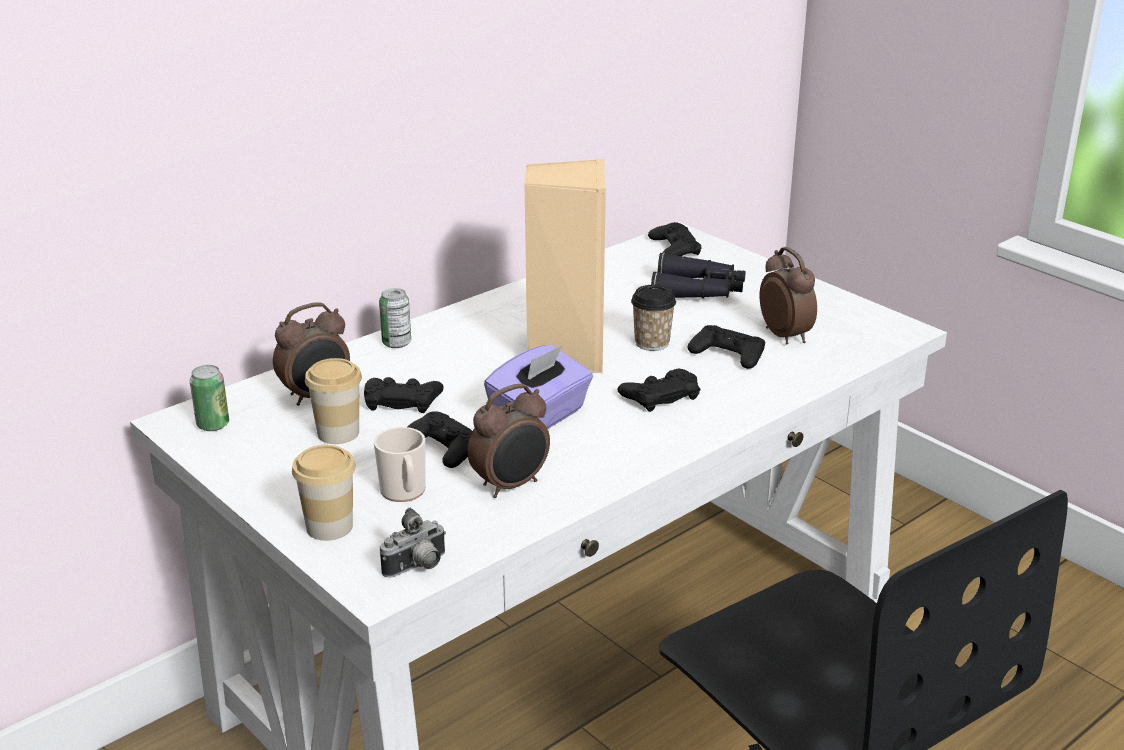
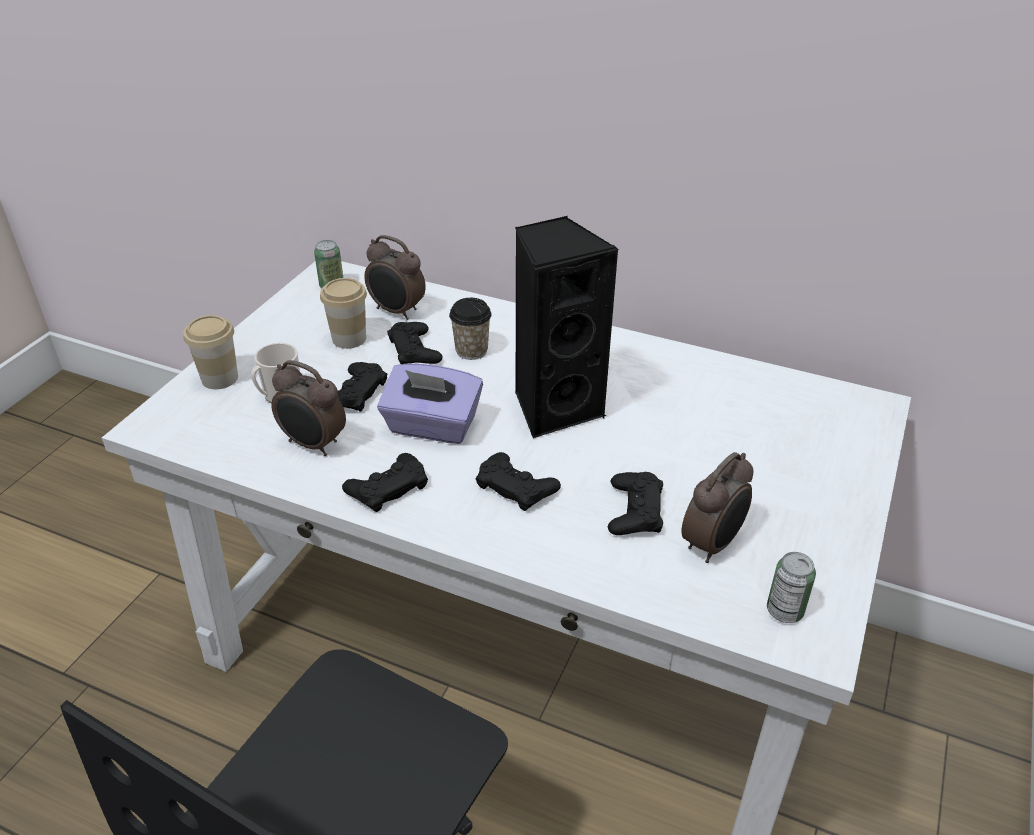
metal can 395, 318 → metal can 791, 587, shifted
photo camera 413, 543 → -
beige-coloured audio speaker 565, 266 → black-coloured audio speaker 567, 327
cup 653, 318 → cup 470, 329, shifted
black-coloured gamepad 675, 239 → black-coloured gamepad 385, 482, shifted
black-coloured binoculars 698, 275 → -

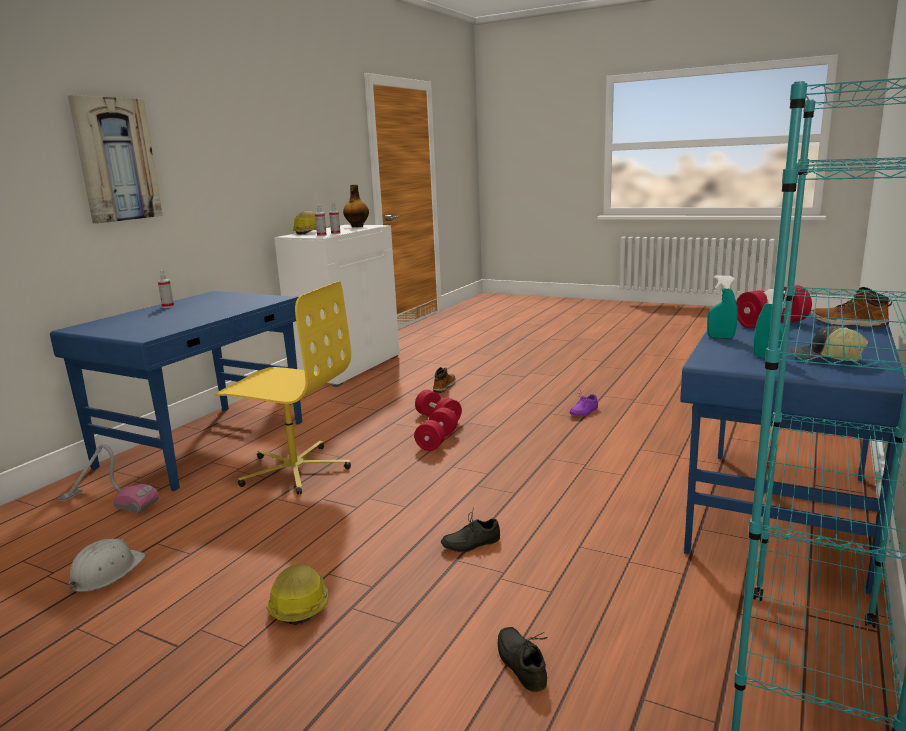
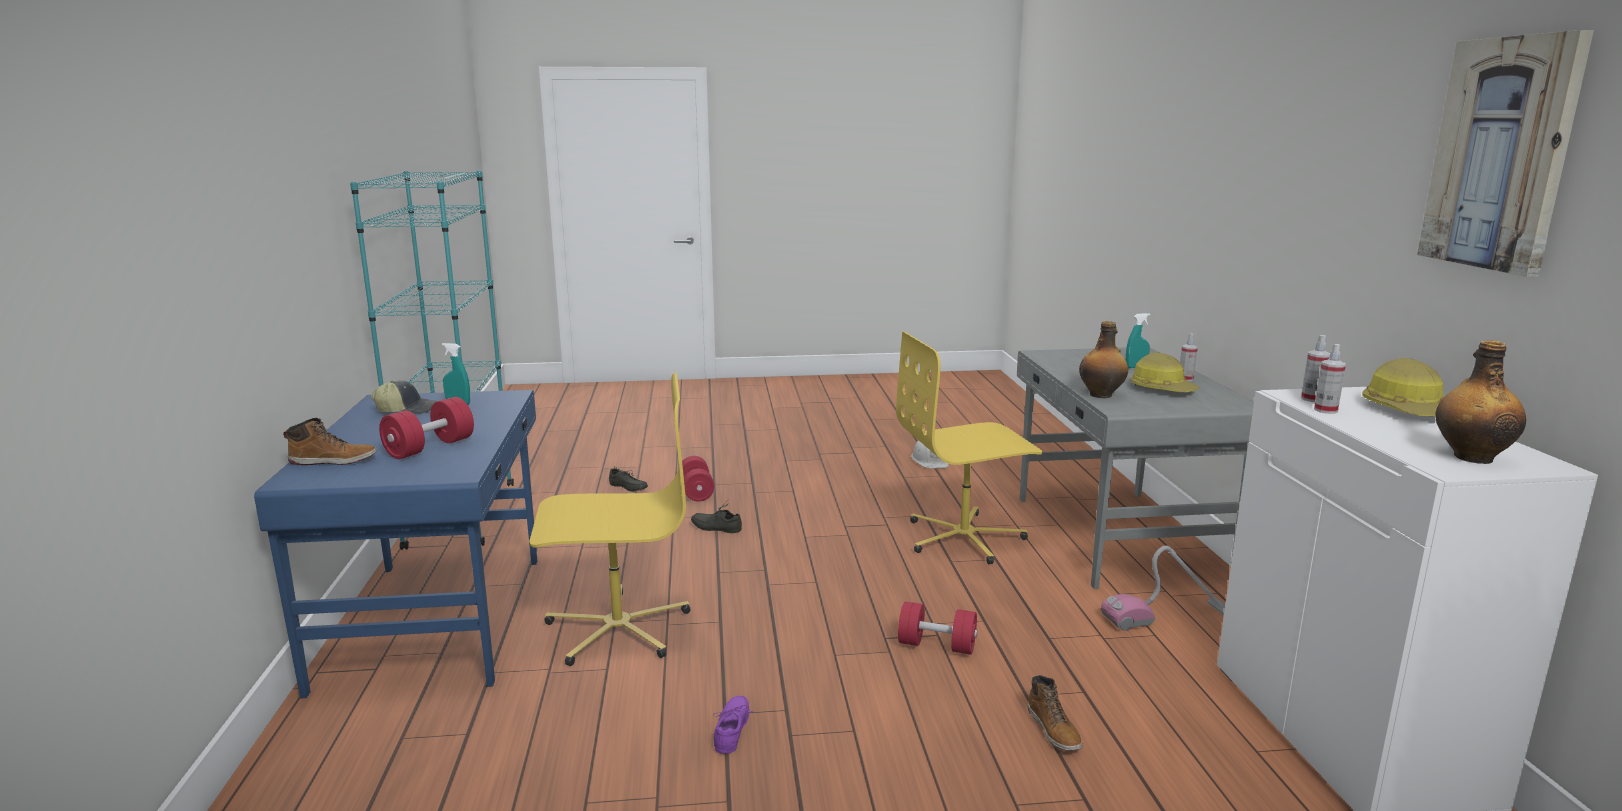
blue-coloured desk table 176, 391 → grey desk table 1135, 468
vacuum 108, 479 → vacuum 1163, 588, shifted
picture 115, 159 → picture 1505, 153, shifted
hard hat 297, 595 → hard hat 1165, 372, shifted
red-coloured hand weight 436, 429 → red-coloured hand weight 698, 478, shifted
grey item of footwear 470, 532 → grey item of footwear 716, 516, 105 degrees counterclockwise
turquoise-coloured spray bottle 722, 307 → turquoise-coloured spray bottle 1138, 340, shifted
- → yellow-coloured office chair 610, 519
- → beverage bottle 1103, 359

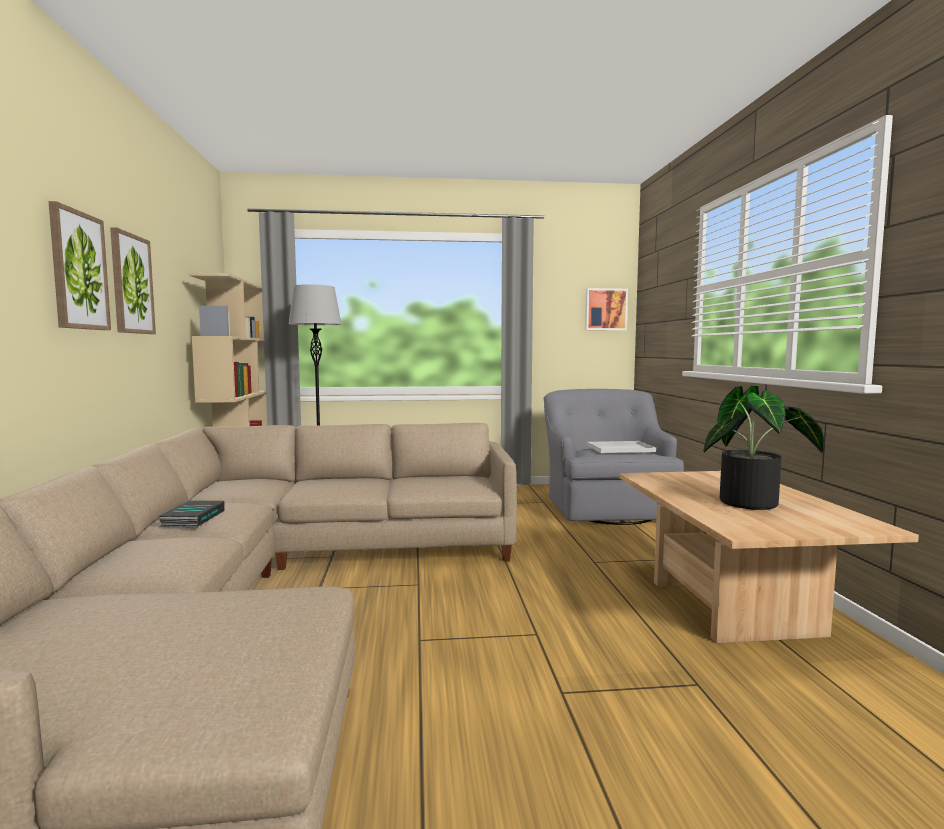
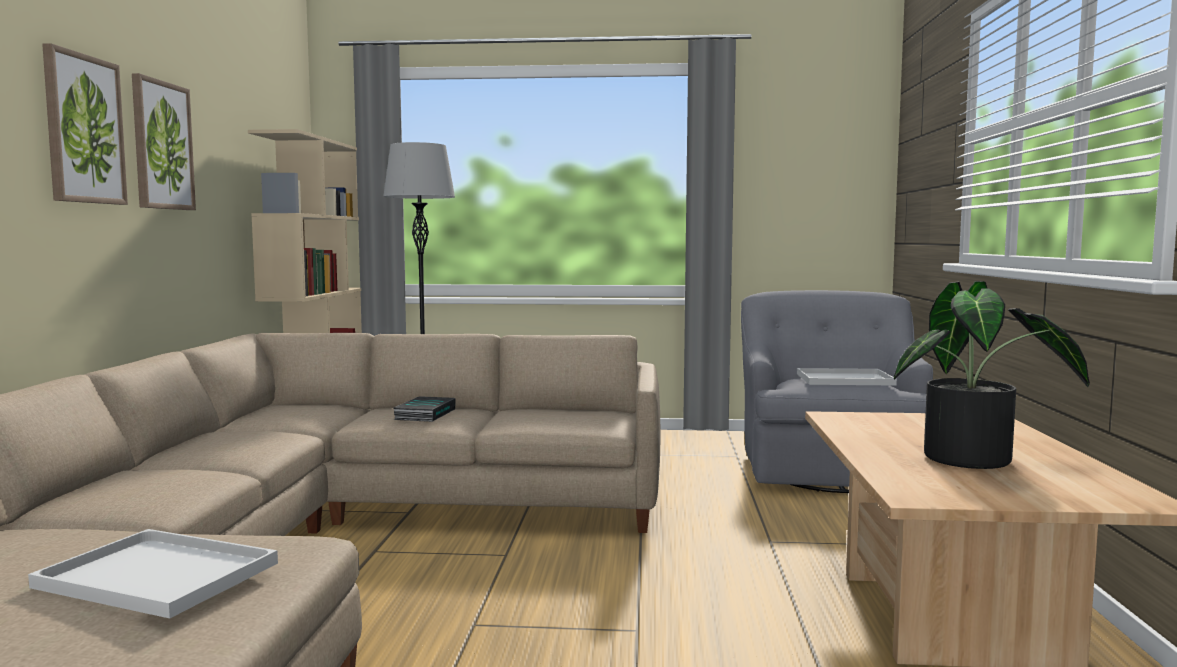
book 191, 513 → book 424, 409, shifted
picture 606, 309 → -
- → whitish carrying tray 153, 573

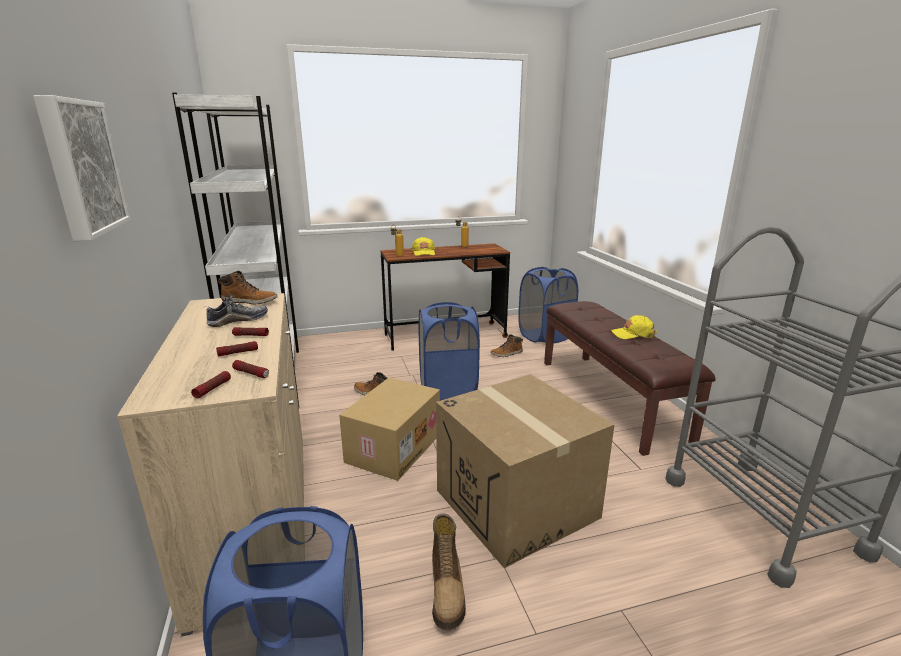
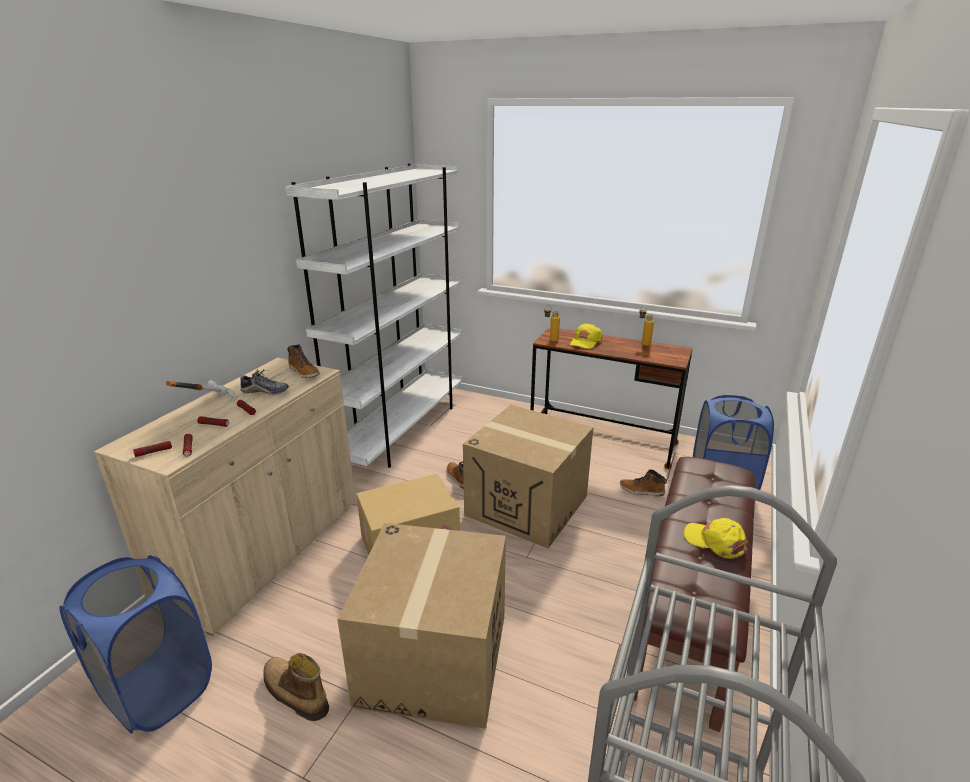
picture 82, 168 → -
blue-coloured washing basket 449, 351 → cardboard box 528, 477
tall boot 449, 571 → tall boot 296, 687, 90 degrees clockwise
- → tool hammer 200, 389

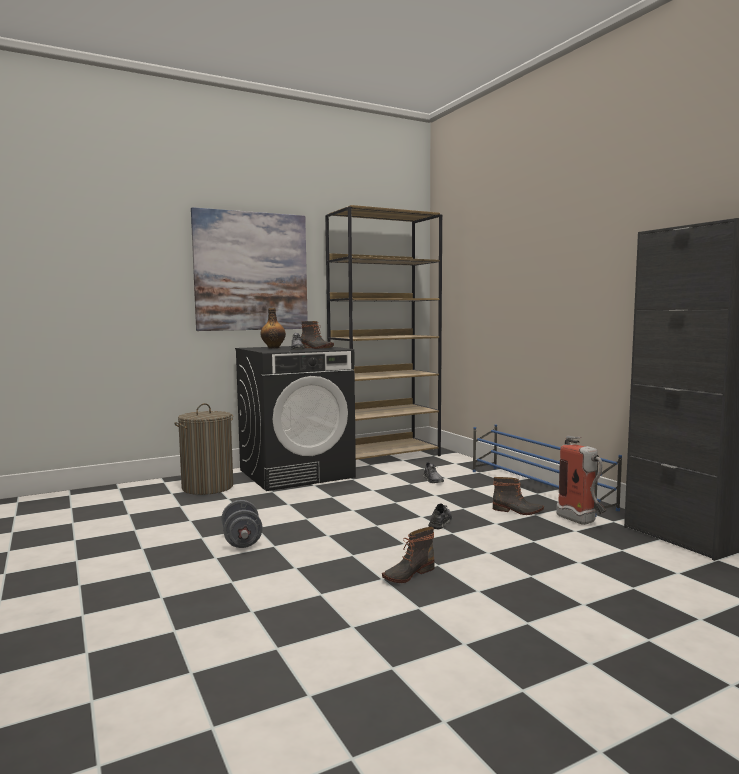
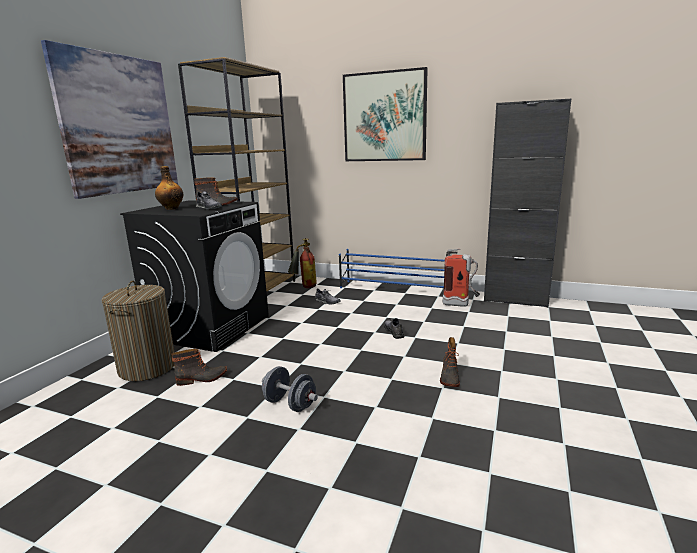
tall boot 518, 496 → tall boot 199, 367, shifted
- → extinguisher 302, 263
- → picture 385, 114

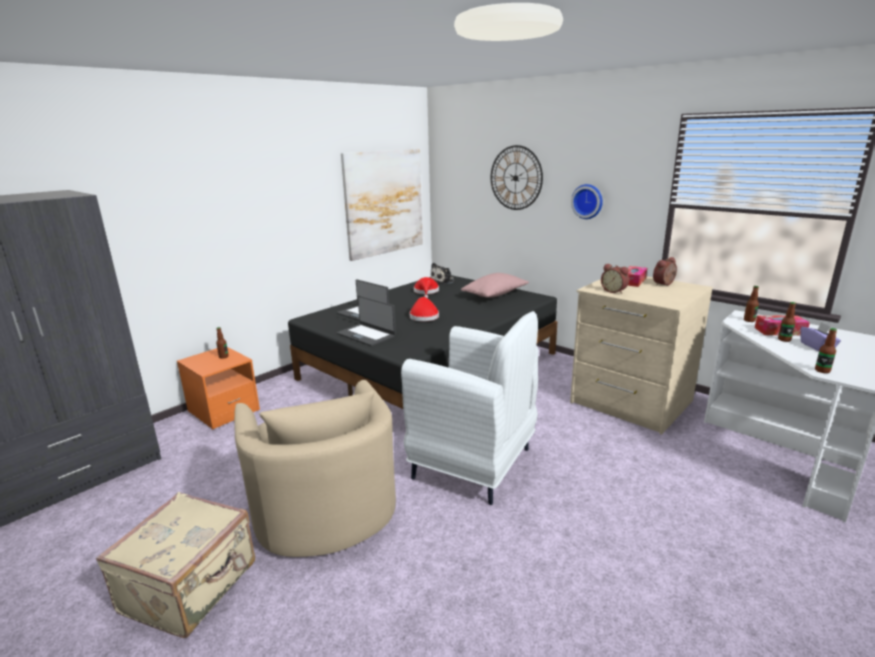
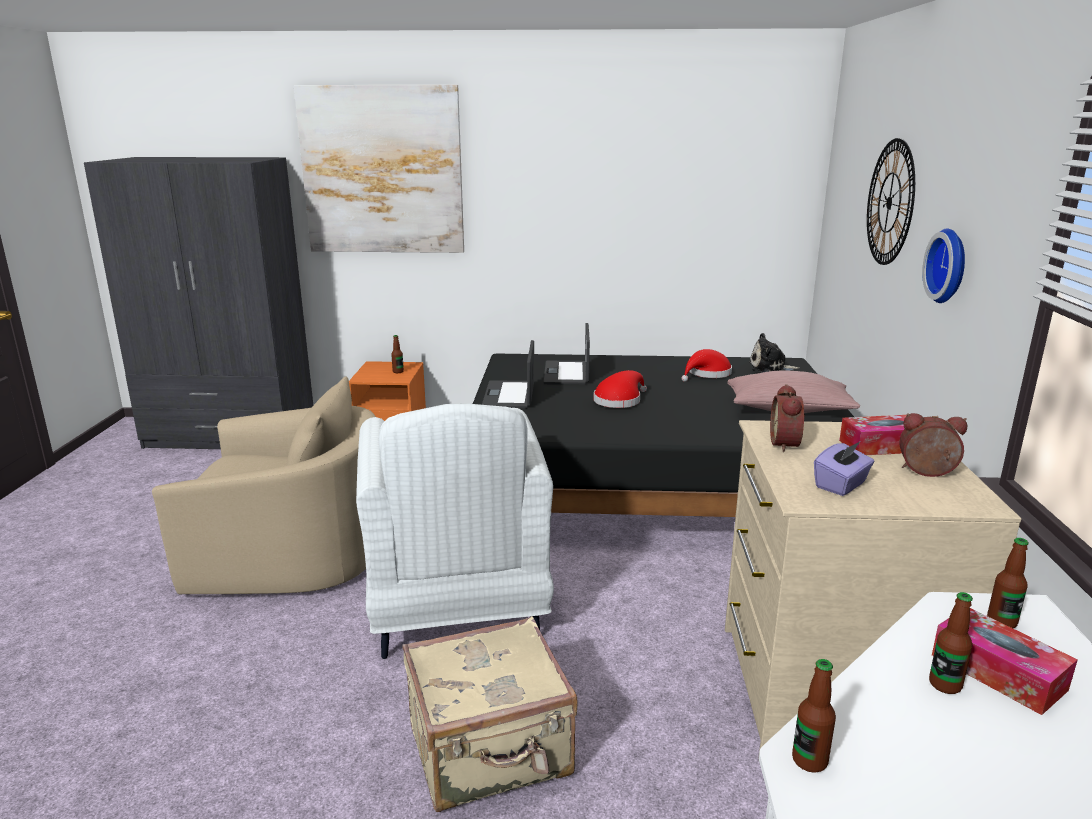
beige-coloured travel case 175, 565 → beige-coloured travel case 489, 714, shifted
beige-coloured lounge chair 315, 468 → beige-coloured lounge chair 264, 485, 120 degrees counterclockwise
picture 382, 205 → picture 379, 169, shifted
purple-coloured tissue box 820, 336 → purple-coloured tissue box 844, 469, shifted

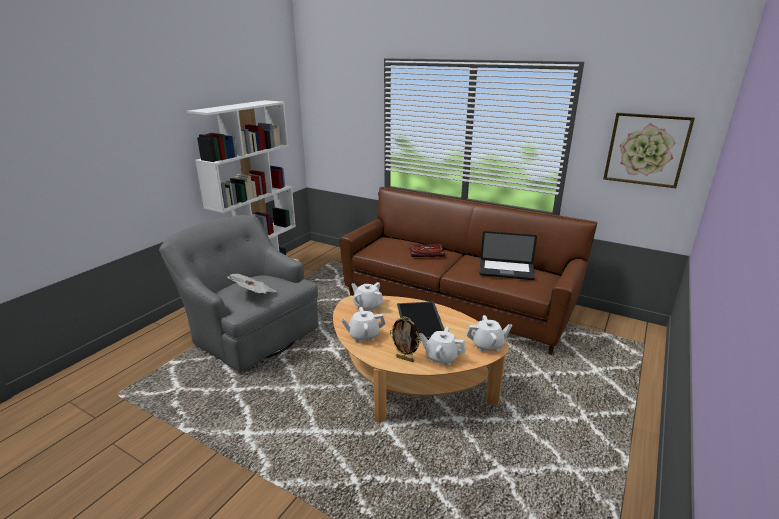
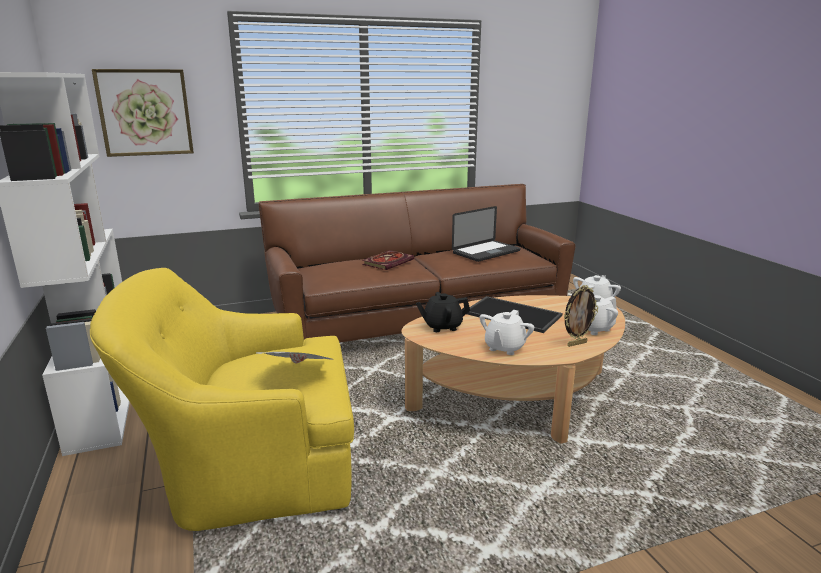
grey lounge chair 239, 293 → yellow-coloured lounge chair 222, 399
whitish tea pot 367, 297 → black-coloured tea pot 443, 312
picture 649, 150 → picture 143, 113, shifted

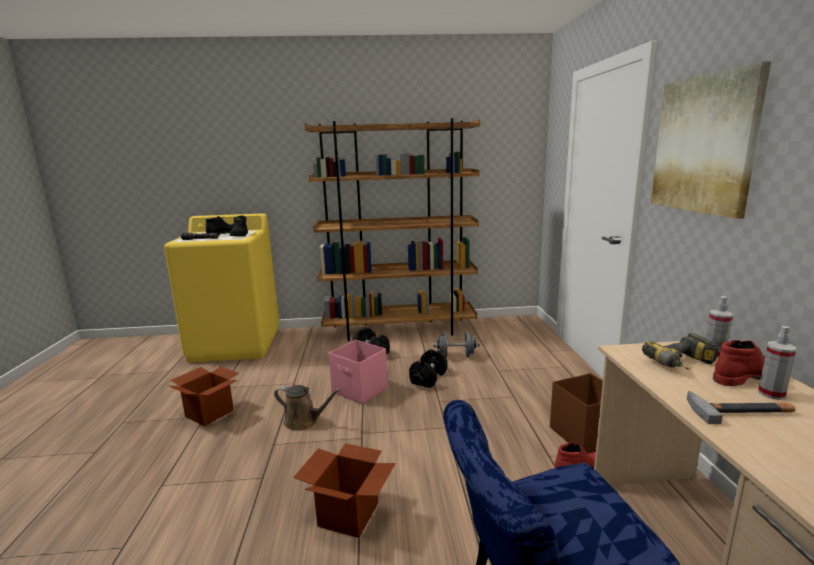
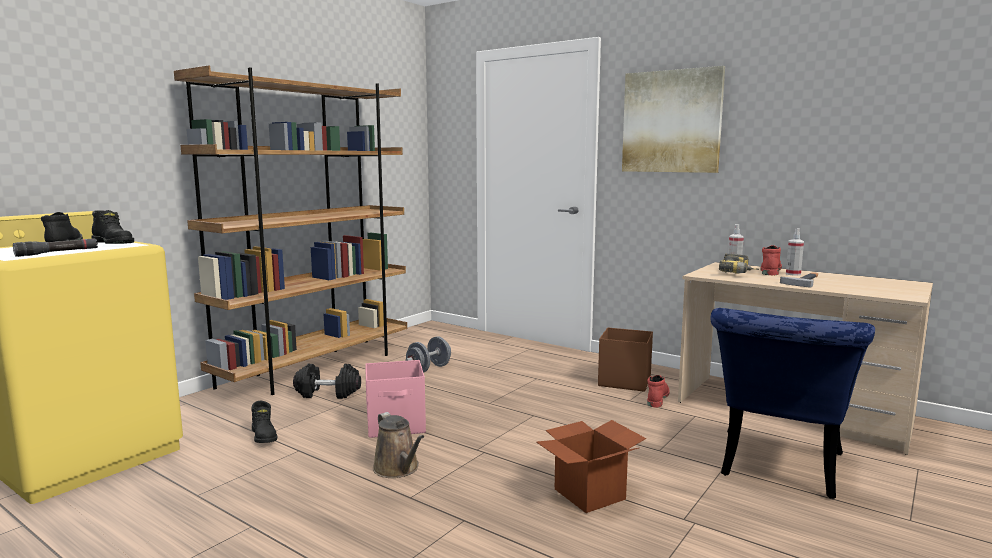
cardboard box 204, 396 → -
brownish watering pot 307, 408 → brownish watering pot 398, 445, 90 degrees clockwise
black-coloured hand weight 428, 368 → -
- → black-coloured tall boot 264, 422

